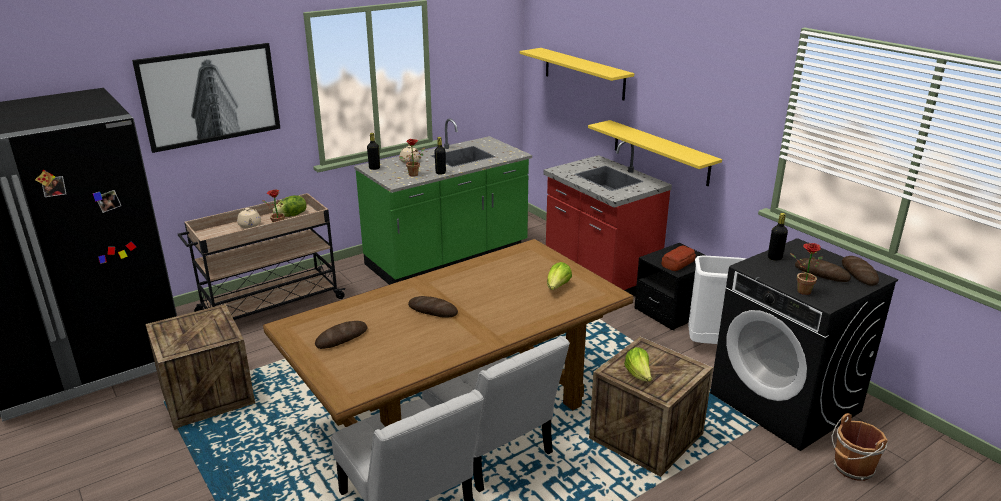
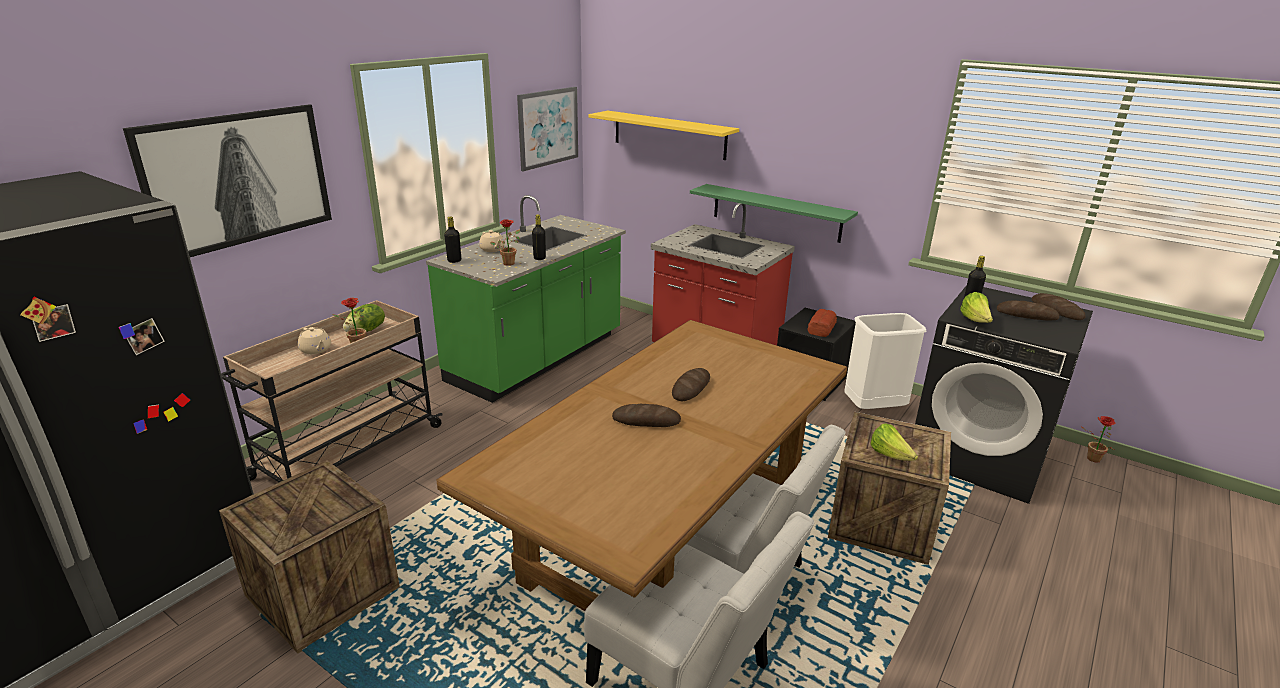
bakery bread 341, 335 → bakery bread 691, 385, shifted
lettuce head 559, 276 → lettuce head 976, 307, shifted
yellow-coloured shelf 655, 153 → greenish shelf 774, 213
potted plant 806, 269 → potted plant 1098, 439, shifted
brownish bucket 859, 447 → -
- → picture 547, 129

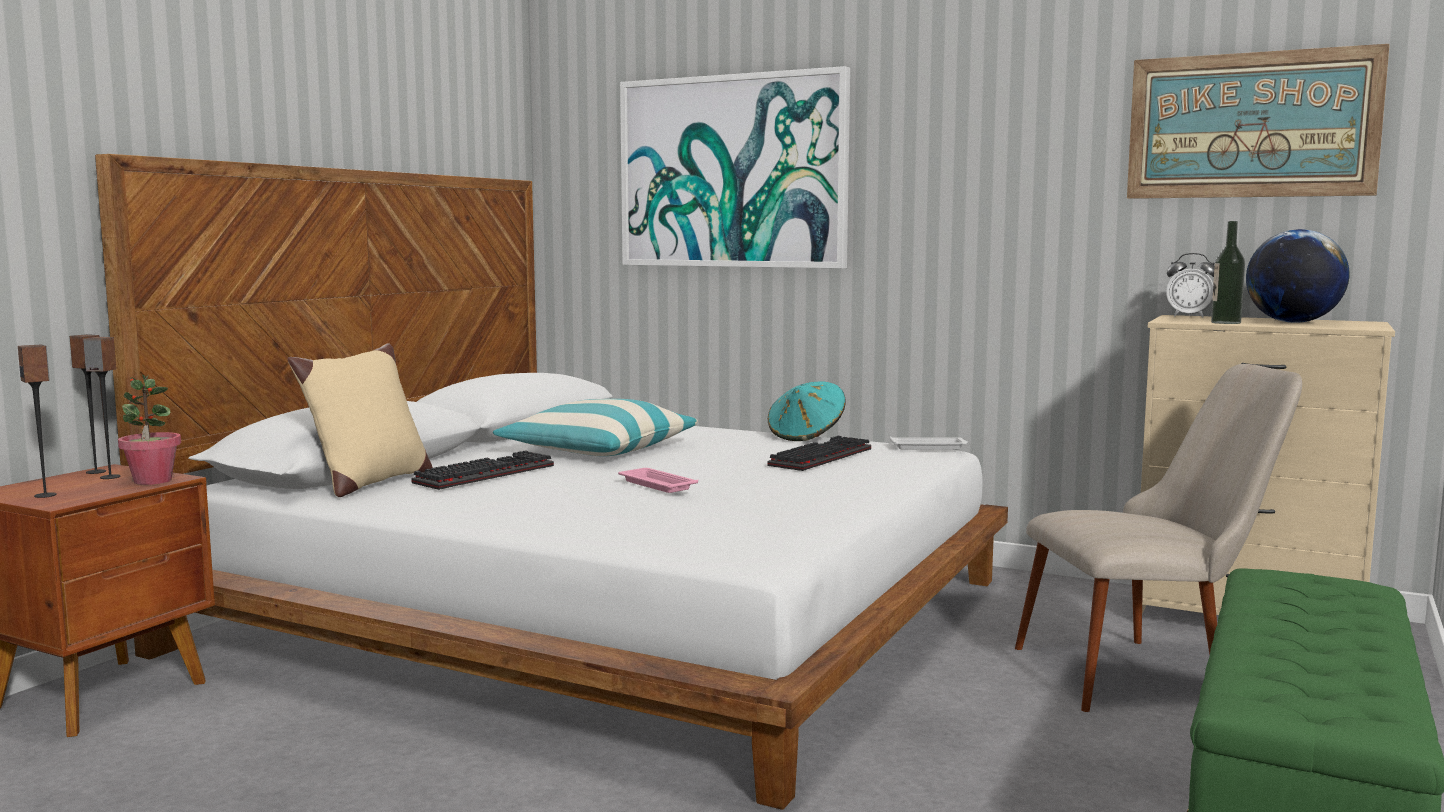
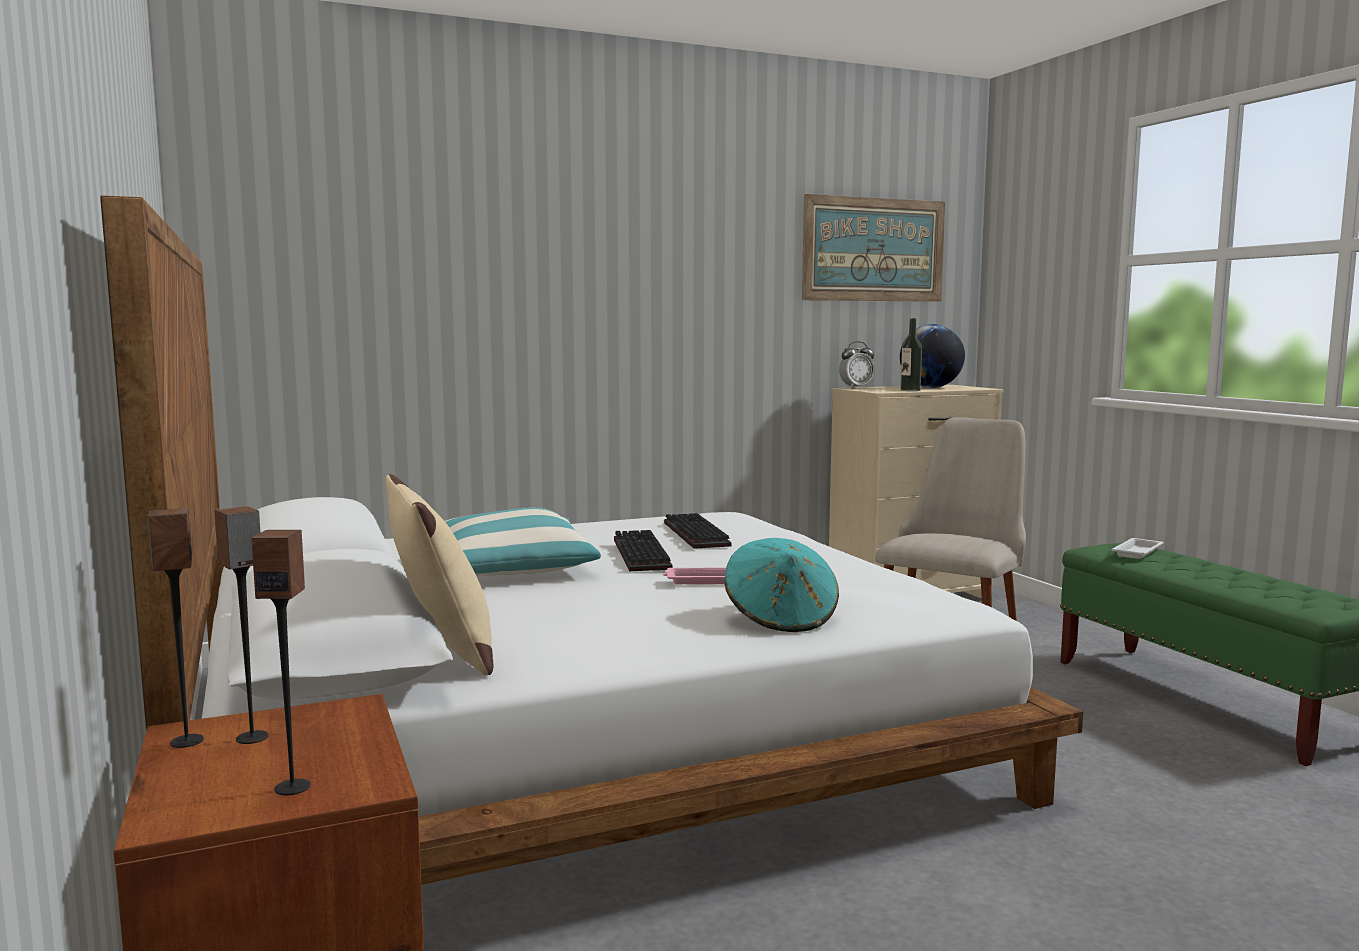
potted plant 149, 430 → -
keyboard 483, 470 → keyboard 643, 550, shifted
picture 735, 167 → -
turquoise-coloured wearable hat 807, 411 → turquoise-coloured wearable hat 781, 585, shifted
whitish carrying tray 928, 443 → whitish carrying tray 1137, 548, shifted

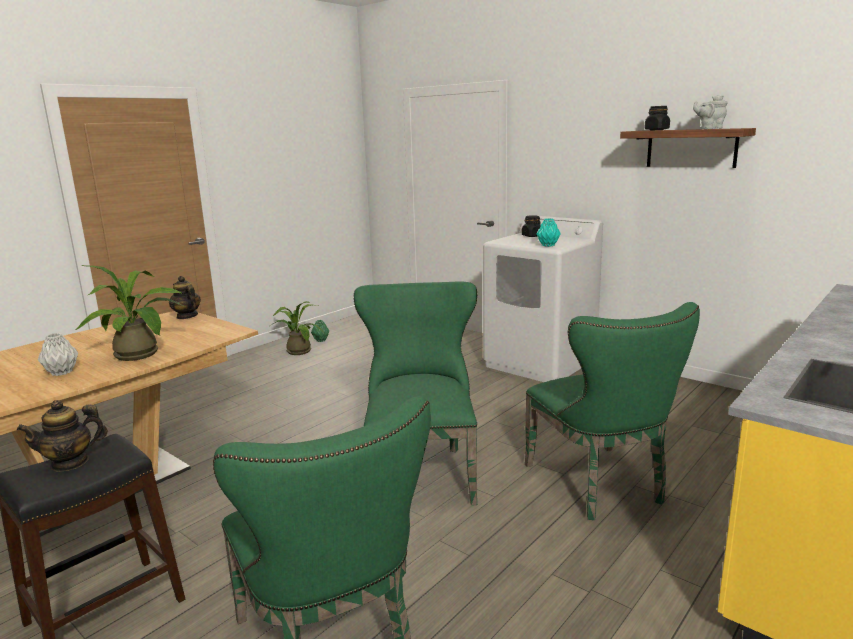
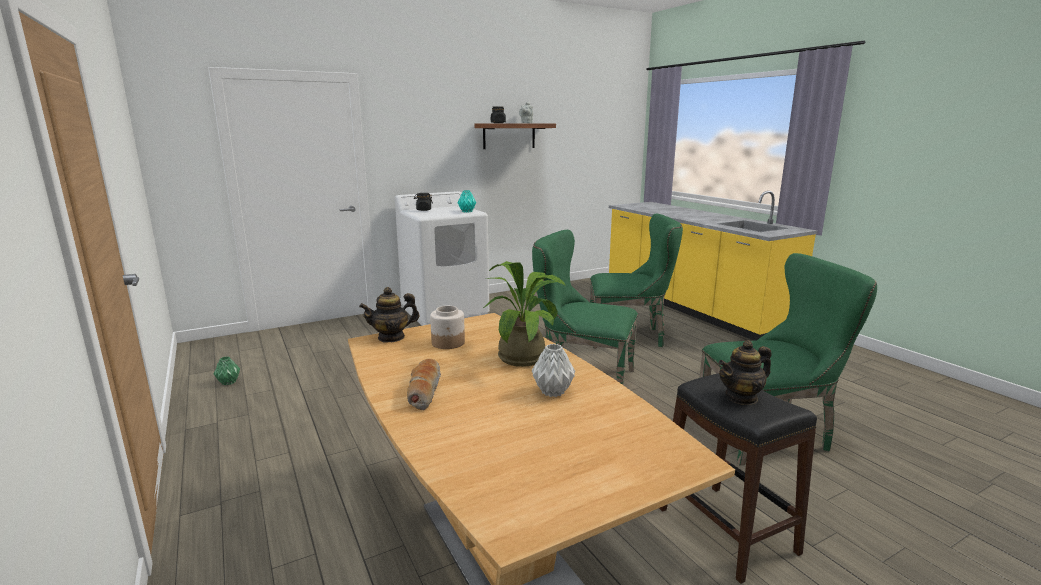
tea pot 62, 436 → tea pot 745, 372, 75 degrees clockwise
potted plant 296, 328 → -
- → bakery bread 424, 384
- → jar 447, 327

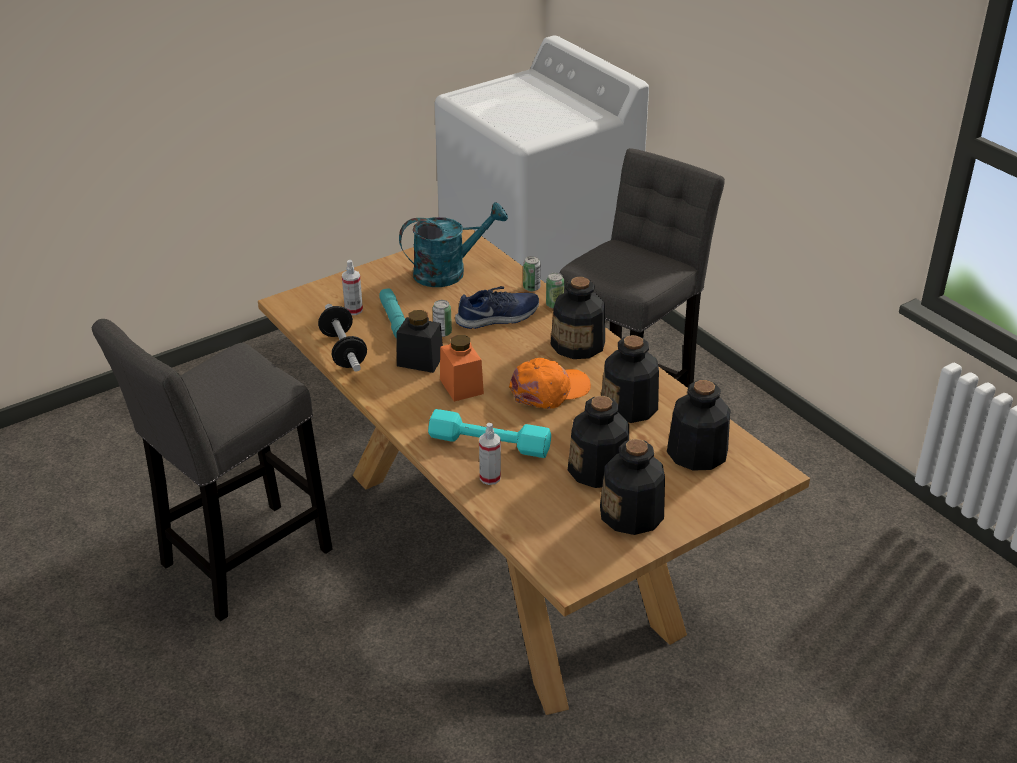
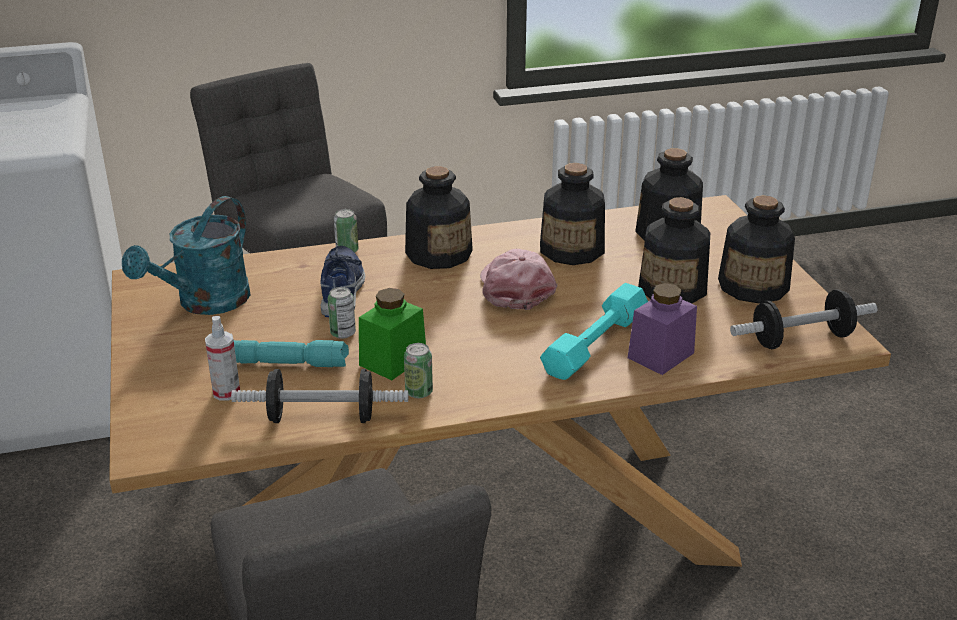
black-coloured jar 420, 341 → greenish jar 392, 334
turquoise-coloured watering pot 453, 244 → turquoise-coloured watering pot 186, 255, 150 degrees counterclockwise
orange jar 462, 368 → -
spray bottle 490, 454 → purple-coloured jar 662, 329
orange peaked cap 550, 383 → pink-coloured peaked cap 518, 279
metal can 532, 273 → metal can 418, 370, shifted
- → hand weight 803, 319

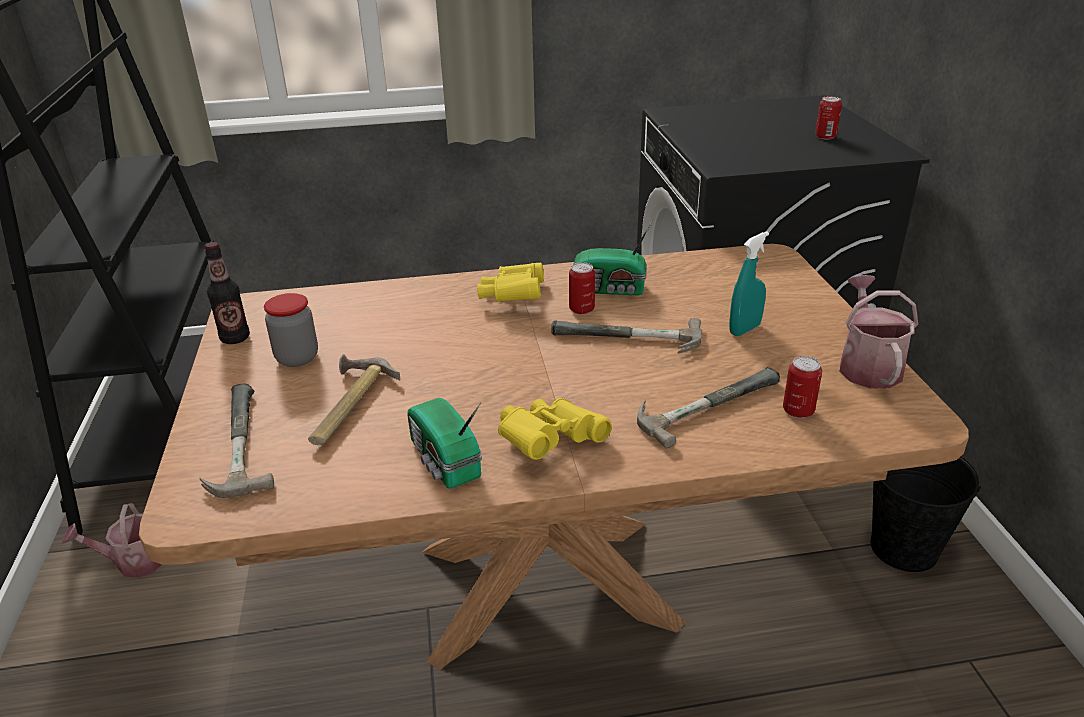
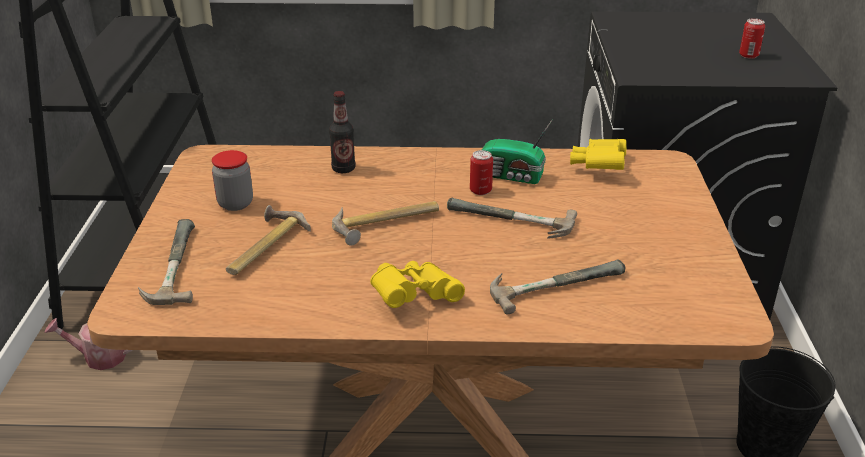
beverage bottle 227, 293 → beverage bottle 342, 132, shifted
radio 445, 443 → -
yellow-coloured binoculars 510, 282 → yellow-coloured binoculars 598, 154, shifted
turquoise-coloured spray bottle 749, 283 → -
metal can 802, 387 → -
watering pot 878, 331 → -
- → tool hammer 385, 223

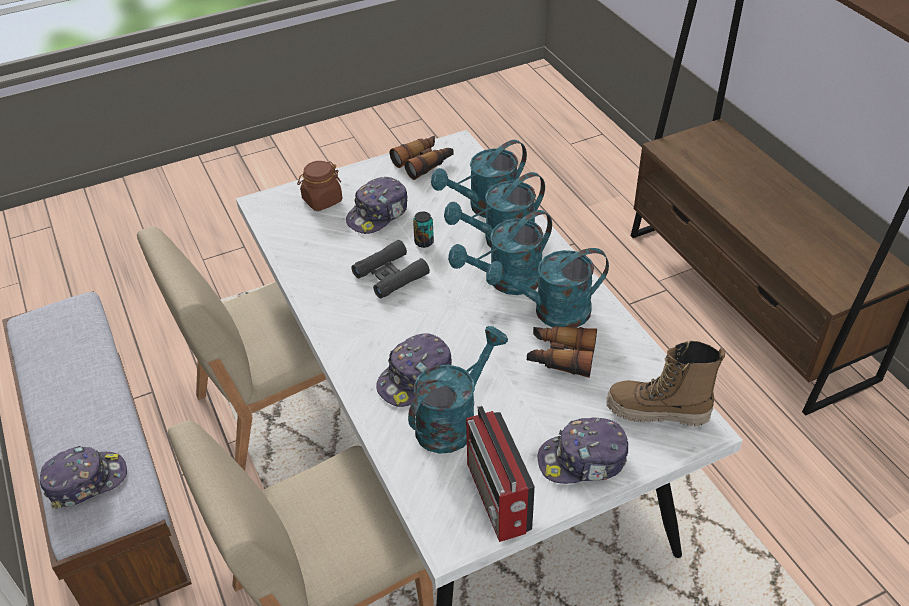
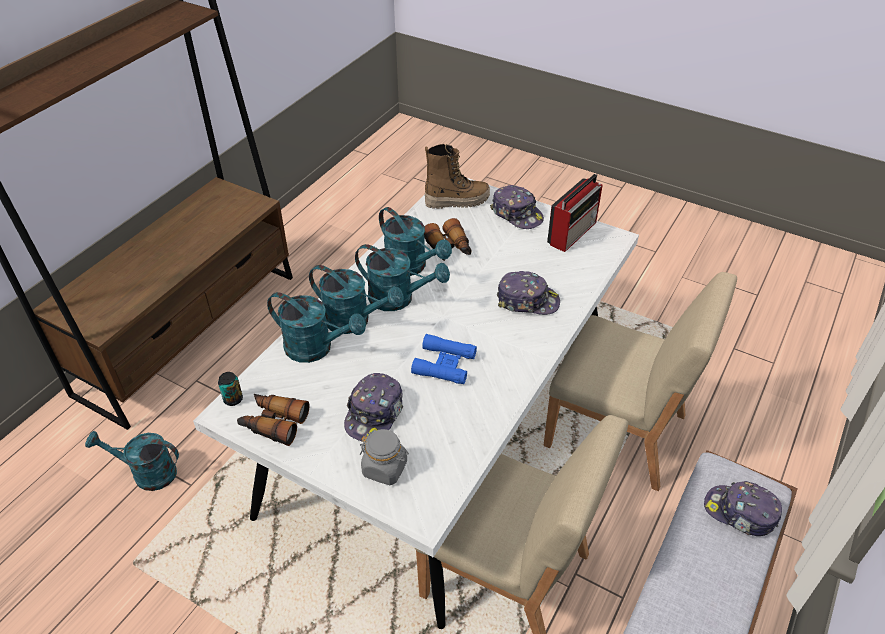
brownish jar 319, 186 → grey jar 384, 457
peaked cap 377, 205 → peaked cap 373, 407, 105 degrees clockwise
black-coloured binoculars 390, 269 → blue-coloured binoculars 444, 359
turquoise-coloured watering pot 458, 390 → turquoise-coloured watering pot 132, 461, shifted
metal can 423, 230 → metal can 230, 389, shifted
tall boot 666, 383 → tall boot 457, 176, 75 degrees counterclockwise

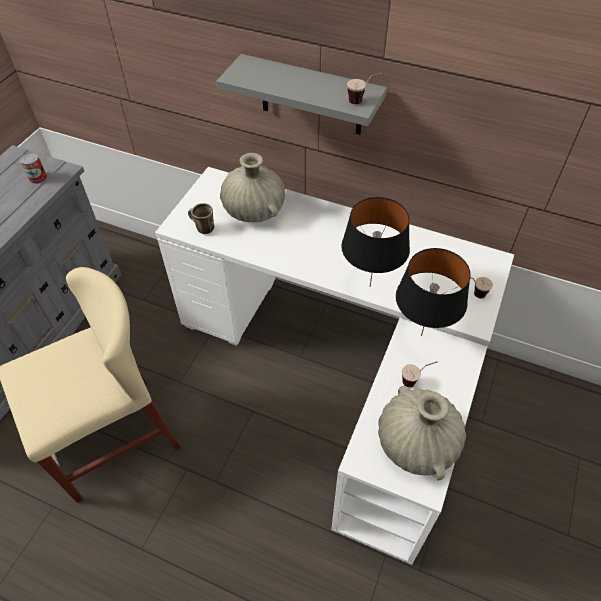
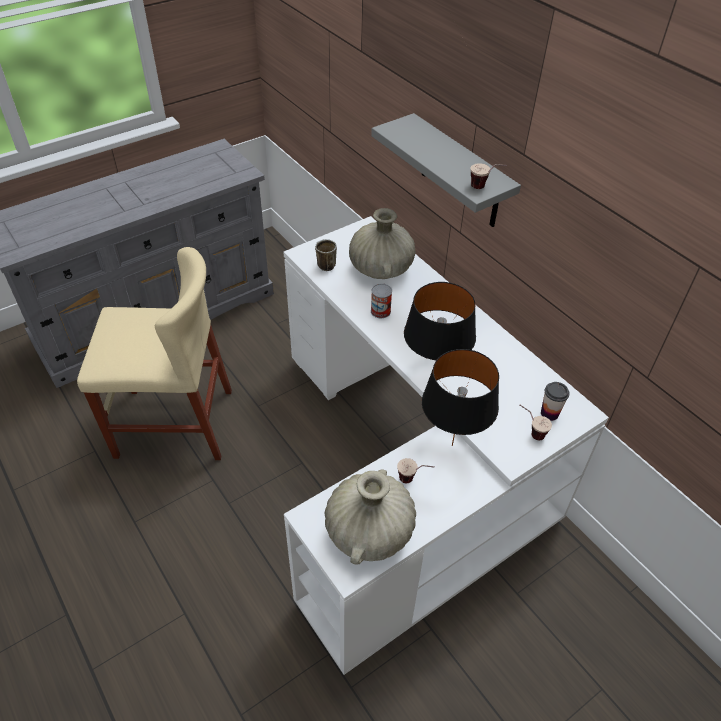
metal can 33, 168 → metal can 381, 301, shifted
- → cup 555, 401

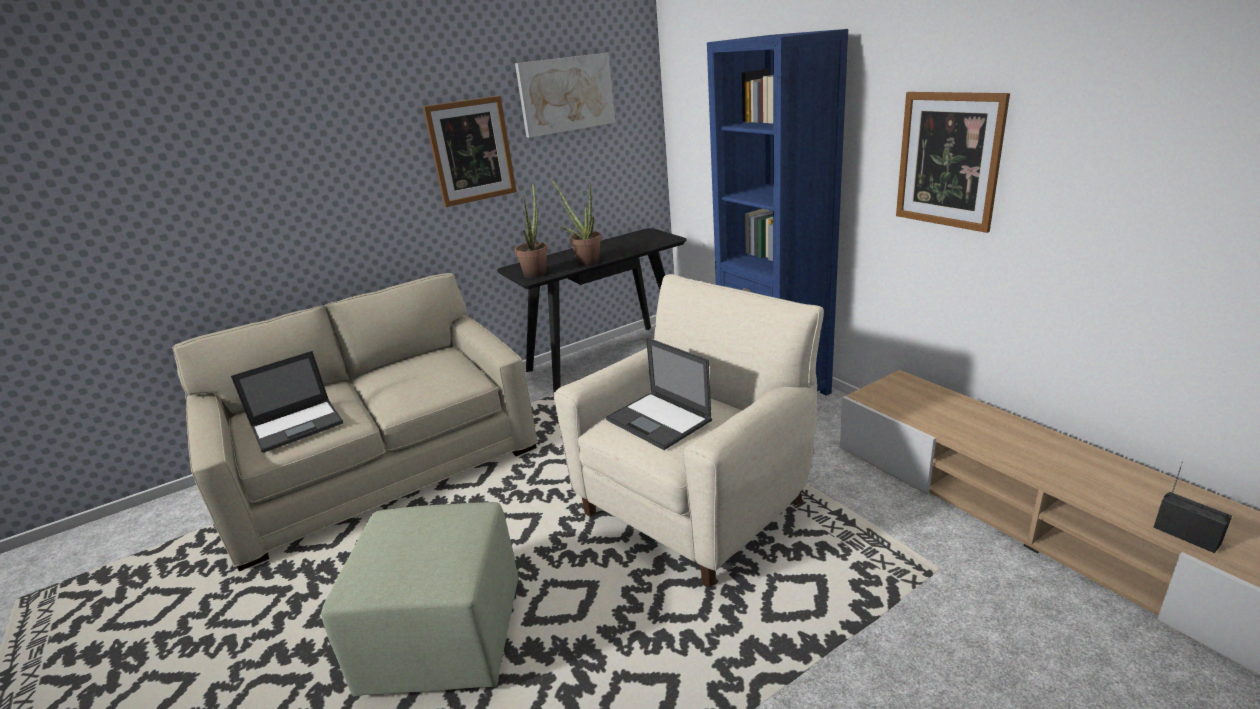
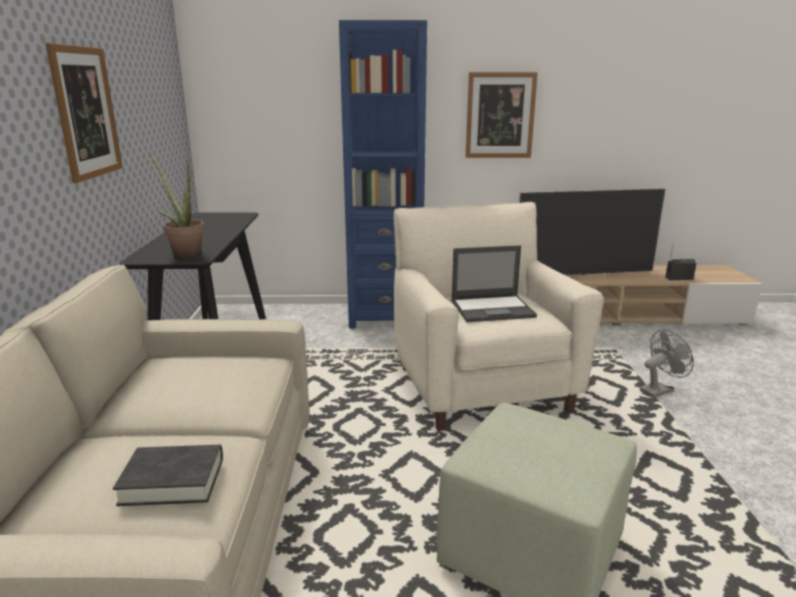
laptop 287, 402 → black-coloured book 168, 475
picture 565, 95 → -
potted plant 576, 222 → -
- → TV 592, 231
- → grey cooling fan 667, 364

